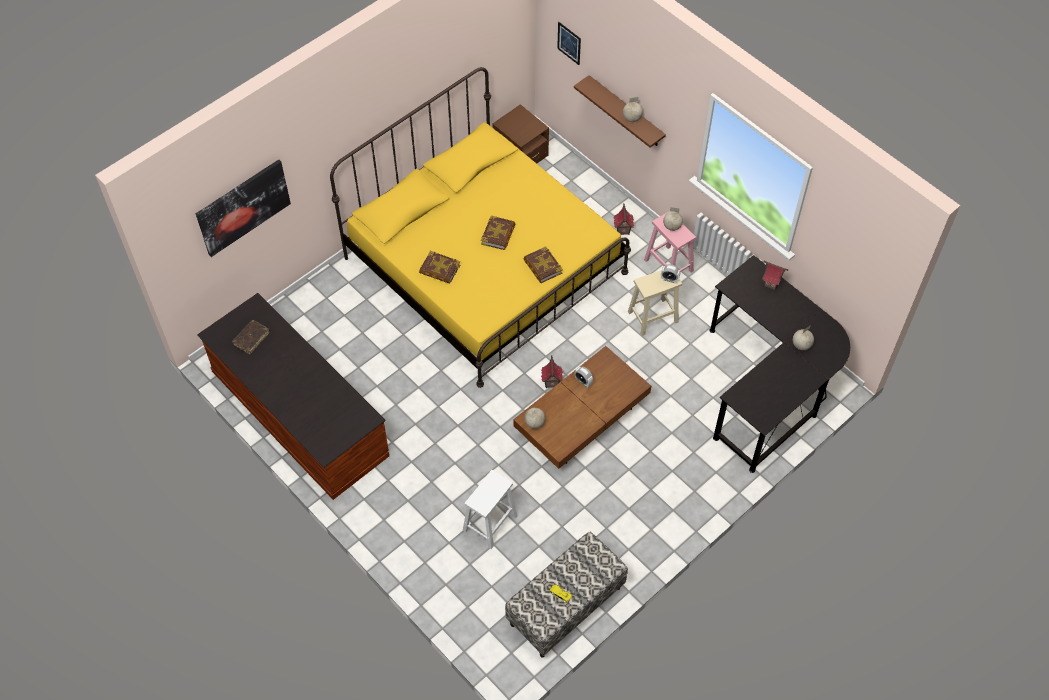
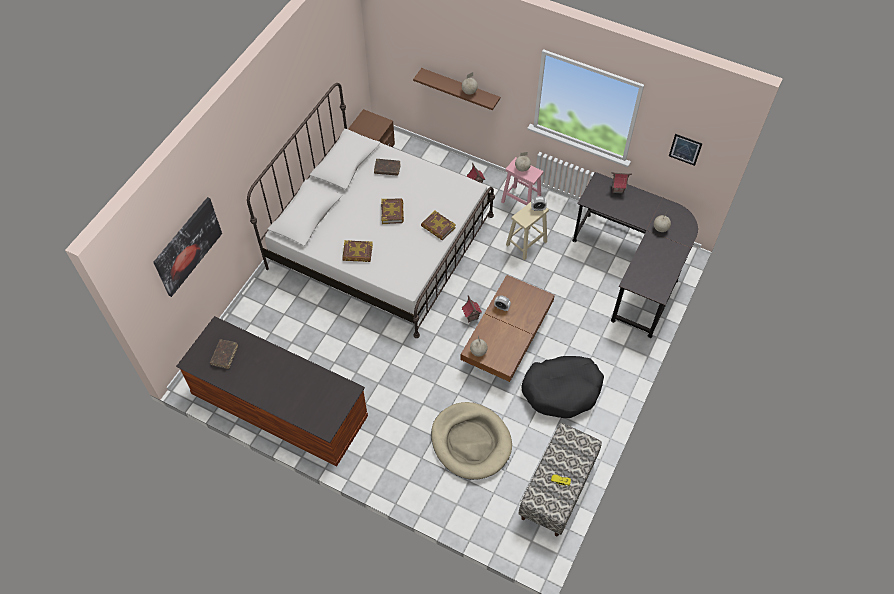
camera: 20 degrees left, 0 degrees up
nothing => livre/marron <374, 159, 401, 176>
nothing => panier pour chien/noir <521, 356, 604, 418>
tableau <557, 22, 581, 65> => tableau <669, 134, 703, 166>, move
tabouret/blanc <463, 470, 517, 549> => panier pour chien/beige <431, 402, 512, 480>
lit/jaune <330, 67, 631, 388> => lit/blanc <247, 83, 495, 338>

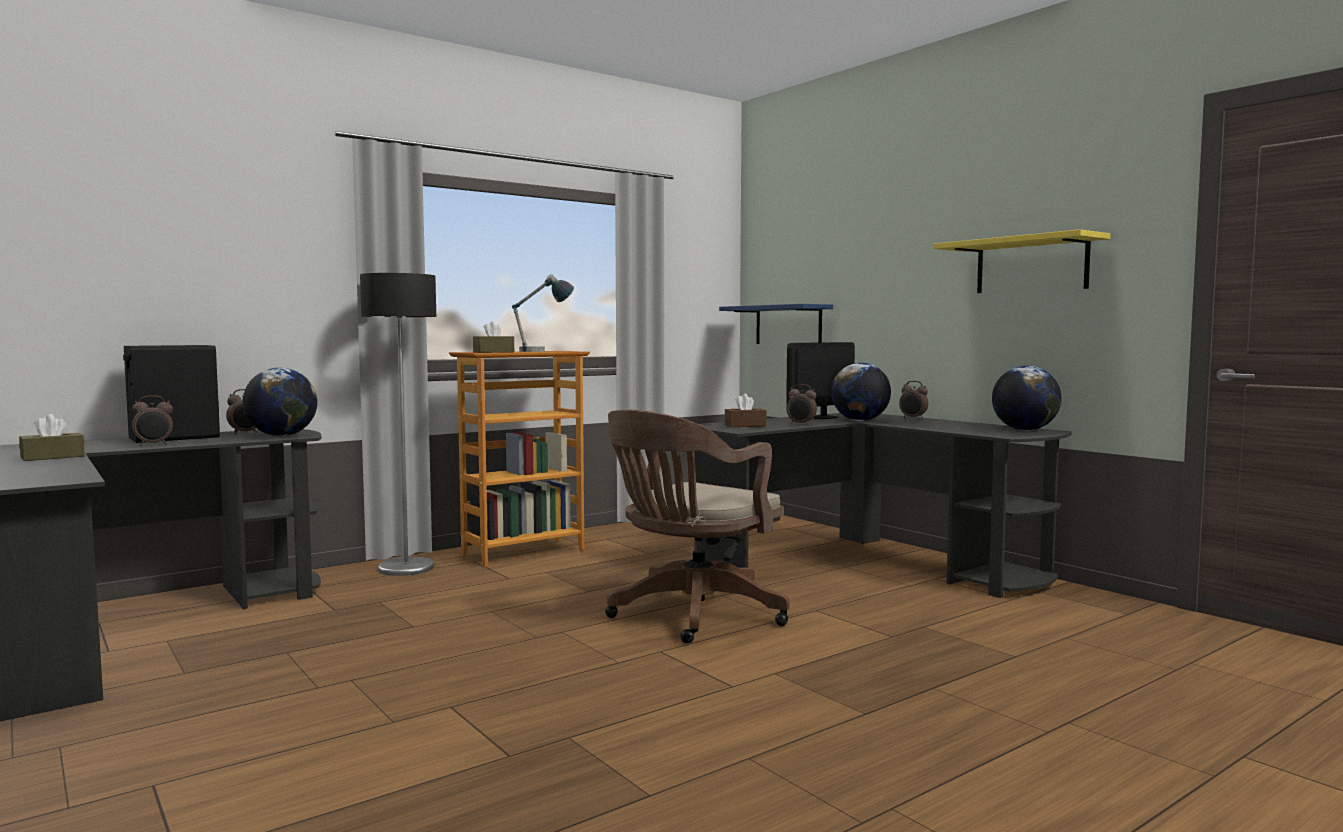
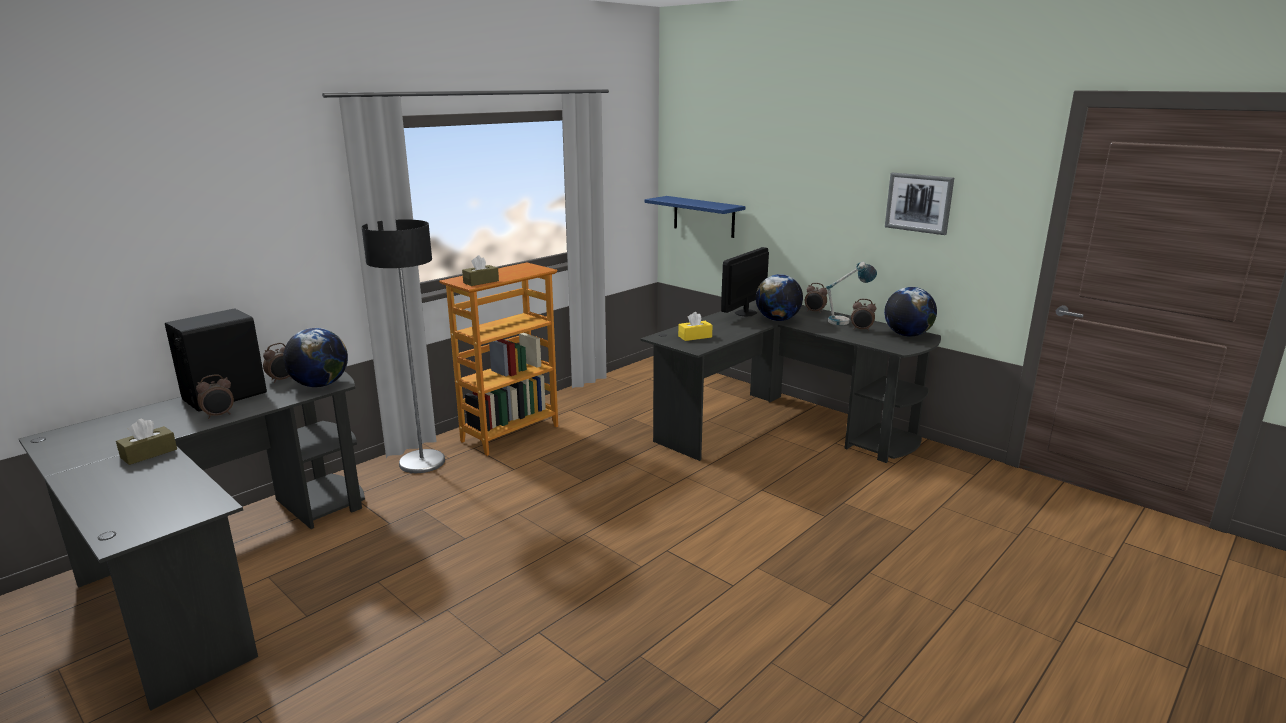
camera: 10 degrees left, 15 degrees up
chaise de bureau/marron <605, 410, 790, 644> => nothing
lampe de table <512, 274, 574, 352> => lampe de table <826, 262, 877, 325>, move
réveil <786, 384, 817, 425> => réveil <851, 299, 876, 331>, move
étagère/jaune <933, 229, 1111, 293> => tableau <885, 173, 954, 235>
boîte à mouchoirs/marron <725, 394, 766, 427> => boîte à mouchoirs/jaune <678, 312, 713, 341>

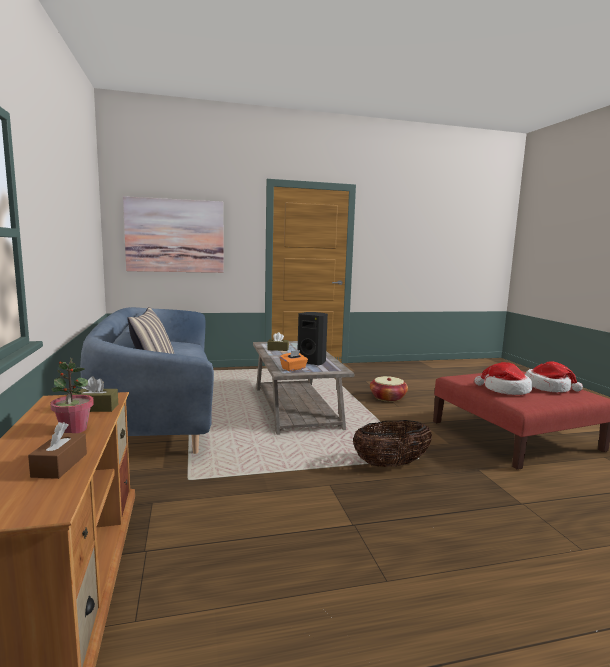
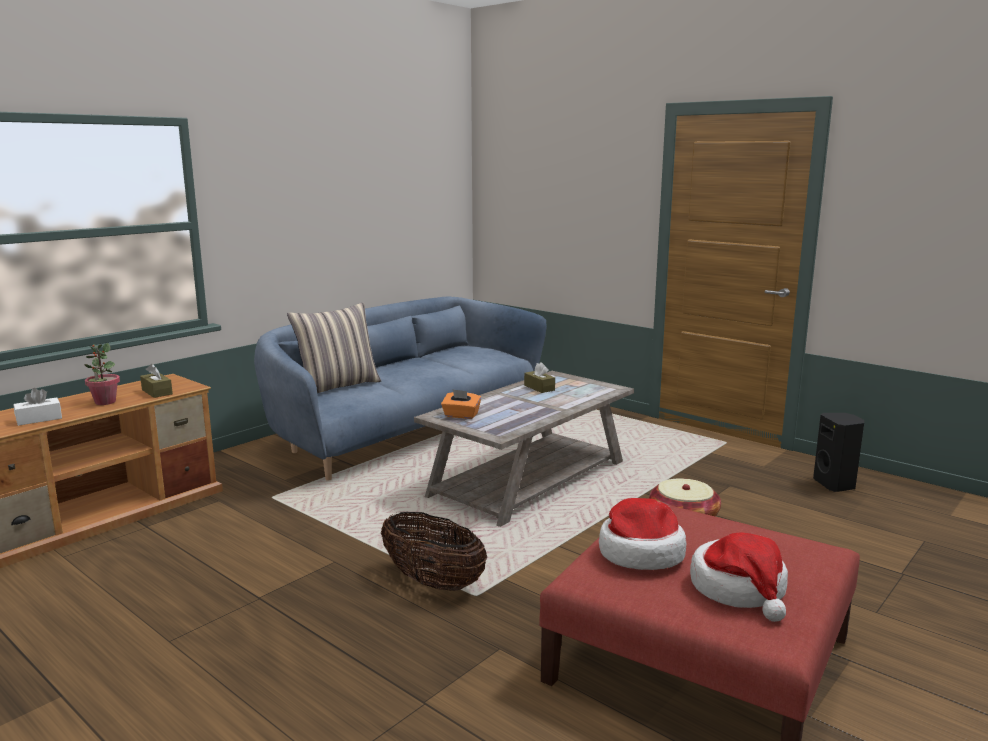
camera: 55 degrees right, 5 degrees up
tableau <123, 196, 224, 273> => nothing
enceinte/noir <298, 312, 328, 366> => enceinte/noir <813, 413, 864, 492>, move
boîte à mouchoirs/marron <28, 422, 87, 479> => boîte à mouchoirs/blanc <13, 388, 62, 426>

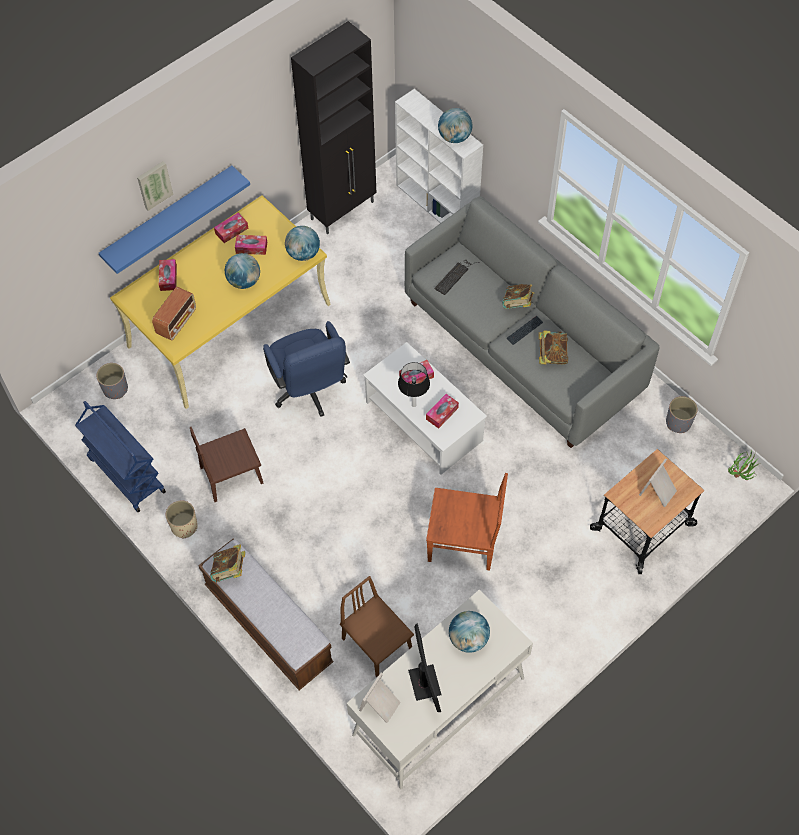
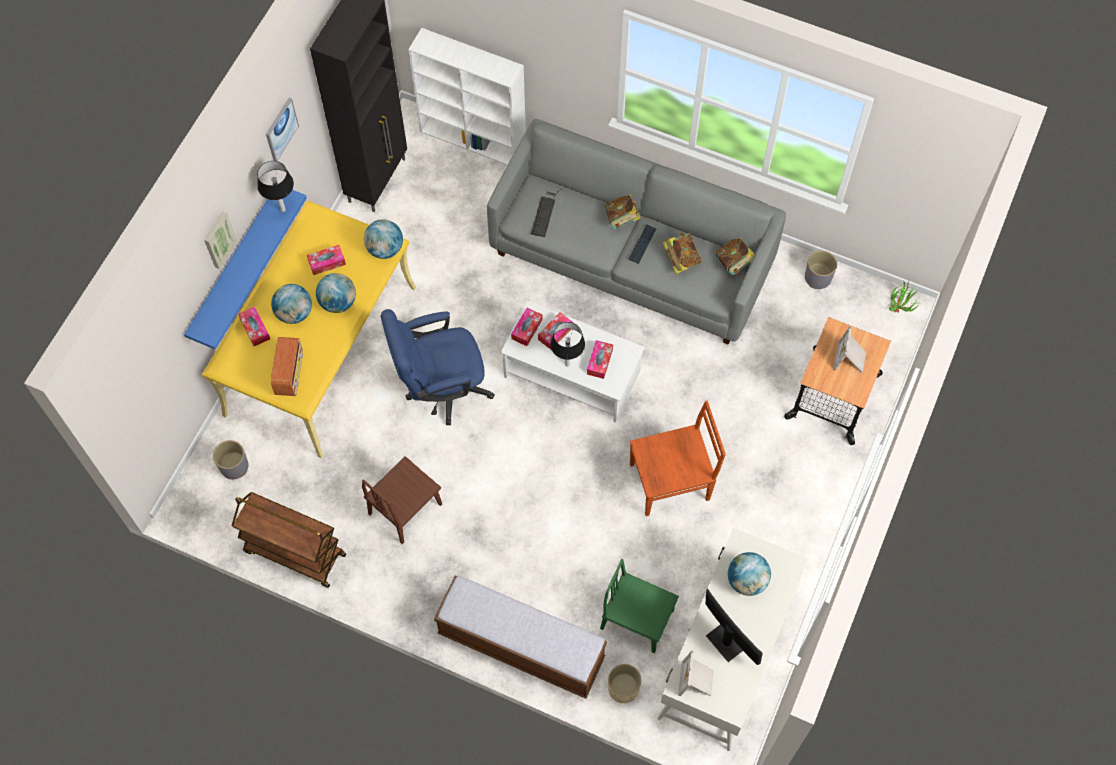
camera: 25 degrees left, 5 degrees up
nothing => lampe de table <257, 161, 294, 212>
nothing => tableau <266, 98, 299, 161>
cache-pot/beige <166, 500, 198, 538> => cache-pot/beige <608, 664, 641, 703>, move
livre <210, 544, 246, 583> => livre <716, 238, 754, 275>, move
boîte à mouchoirs <214, 213, 248, 243> => boîte à mouchoirs <511, 308, 543, 346>, move
globe <438, 108, 473, 143> => globe <271, 284, 312, 324>, move
chariot/bleu <75, 401, 166, 512> => chariot/marron <232, 492, 346, 588>
chaise/marron <340, 576, 414, 678> => chaise/vert <600, 559, 679, 653>
chaise de bureau/bleu <263, 321, 350, 417> => chaise de bureau/bleu <380, 309, 495, 425>, 120 degrees clockwise

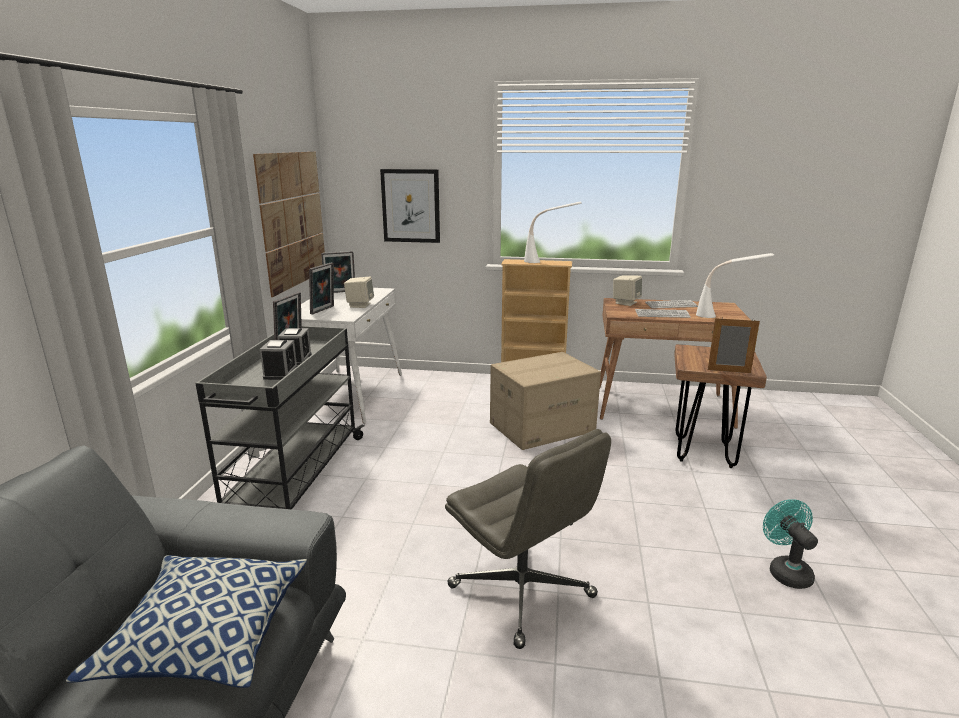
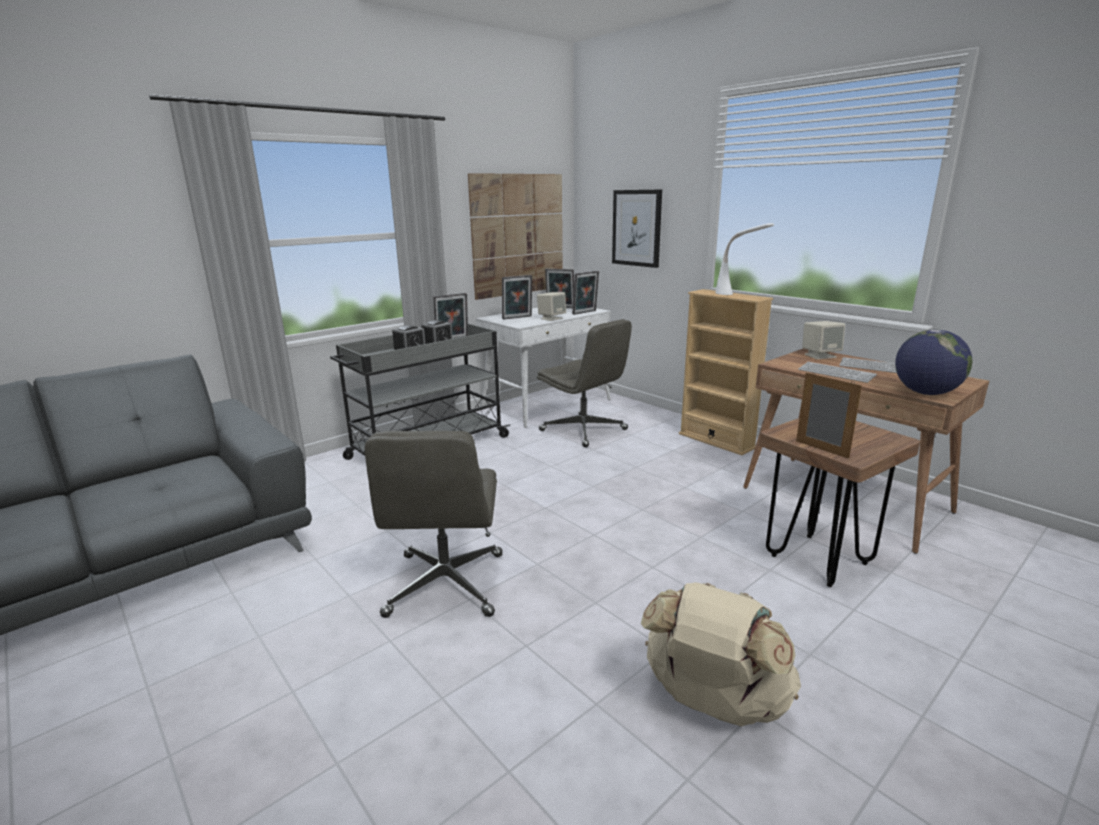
camera: 40 degrees right, 0 degrees up
coussin <66, 555, 307, 688> => nothing
carton <490, 352, 601, 450> => nothing
nothing => chaise de bureau/gris <537, 319, 632, 447>
nothing => cadre photo <572, 271, 599, 315>
lampe de table/blanc <696, 253, 774, 318> => globe <895, 329, 973, 395>
ventilateur/turquoise <763, 499, 818, 589> => sac à dos/beige <641, 583, 801, 726>

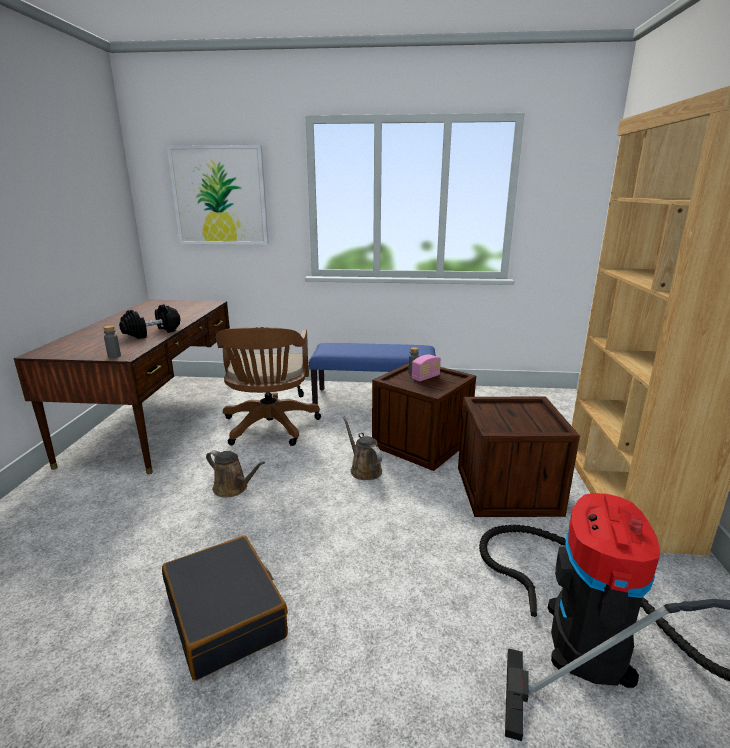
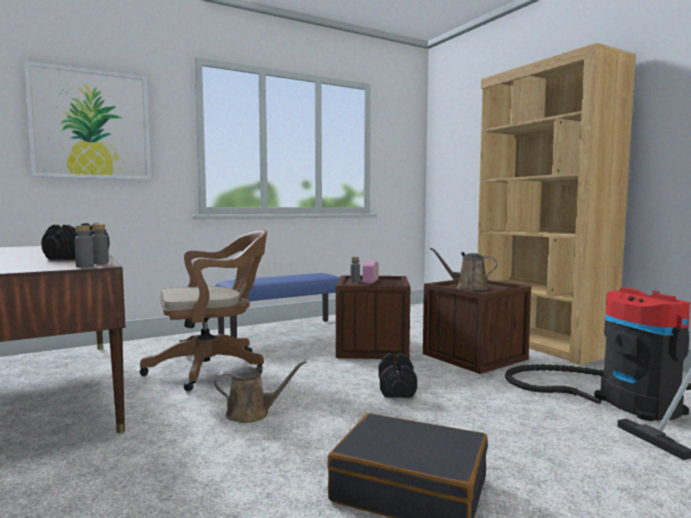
camera: 35 degrees left, 15 degrees down
nothing => bouteille/gris <91, 224, 109, 264>
nothing => haltère/noir <378, 353, 417, 398>
arrosoir/marron <343, 417, 382, 480> => arrosoir/marron <430, 248, 498, 291>, move
chaise de bureau/marron <216, 327, 321, 446> => chaise de bureau/marron <140, 230, 267, 391>, 75 degrees counterclockwise

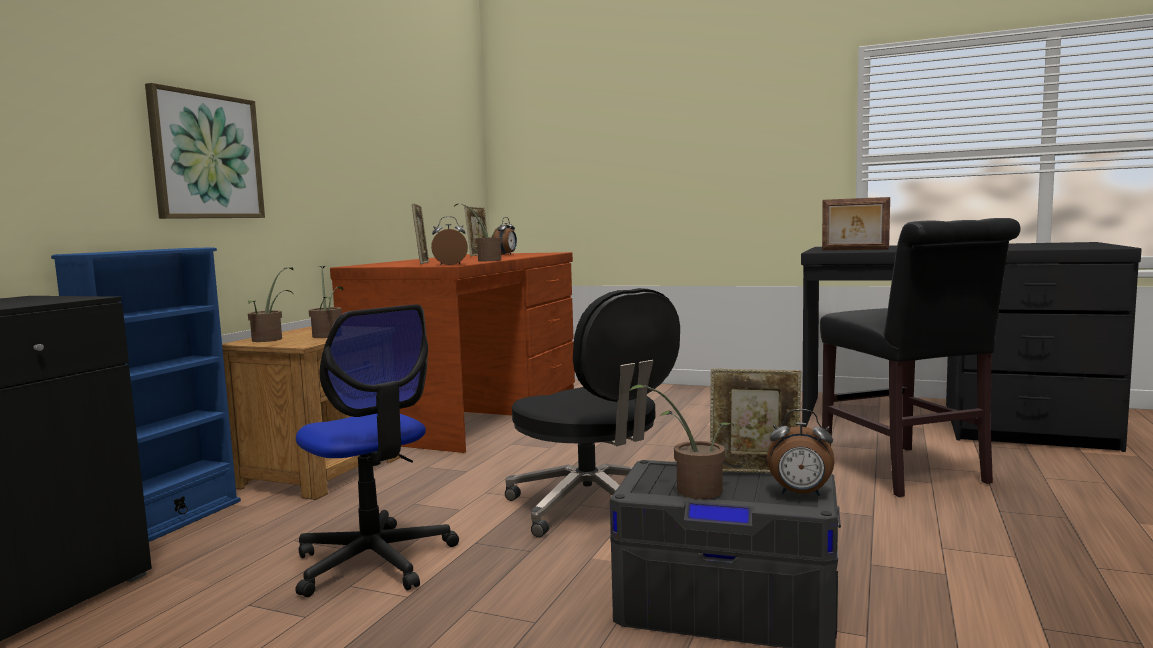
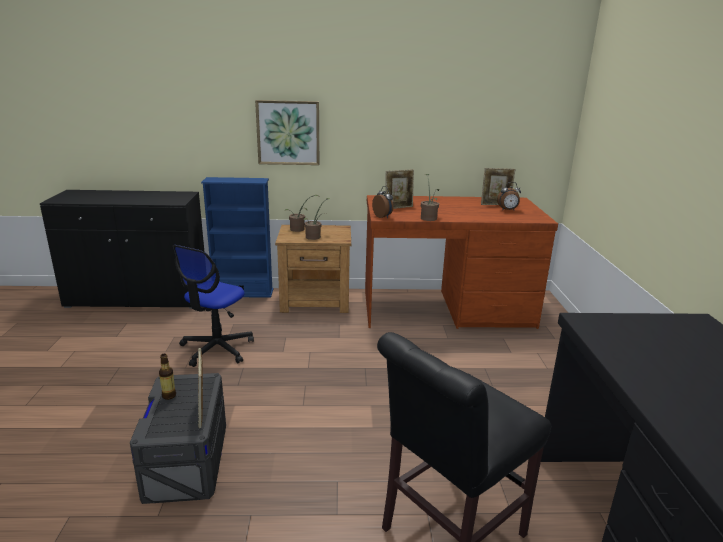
camera: 65 degrees right, 15 degrees up
chaise de bureau/noir <505, 288, 680, 538> => nothing
réveil <767, 409, 835, 496> => nothing
cadre photo <822, 197, 890, 250> => nothing
plante en pot <629, 385, 734, 499> => bouteille <159, 354, 176, 400>

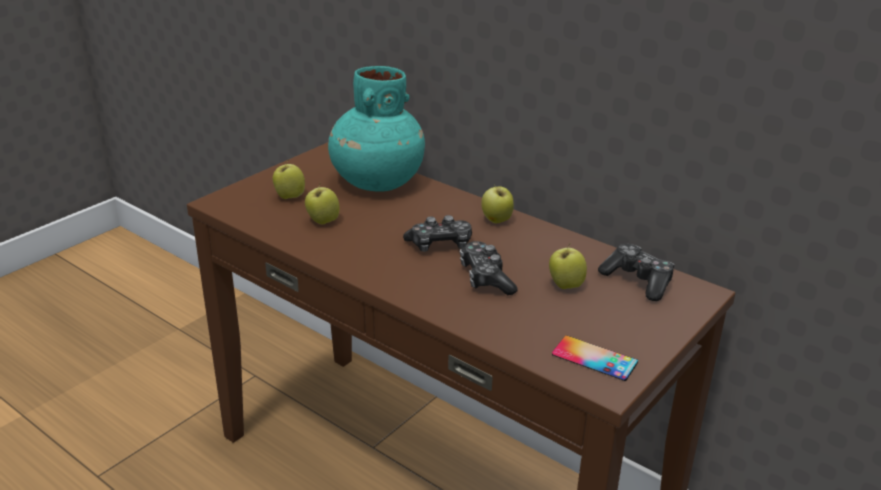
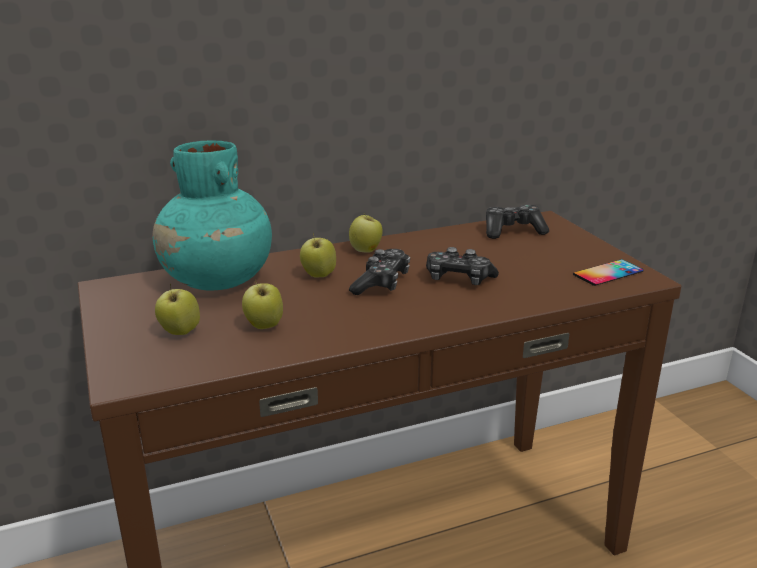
camera: 60 degrees left, 5 degrees down
pomme <549, 243, 587, 289> => pomme <300, 233, 336, 277>, move

